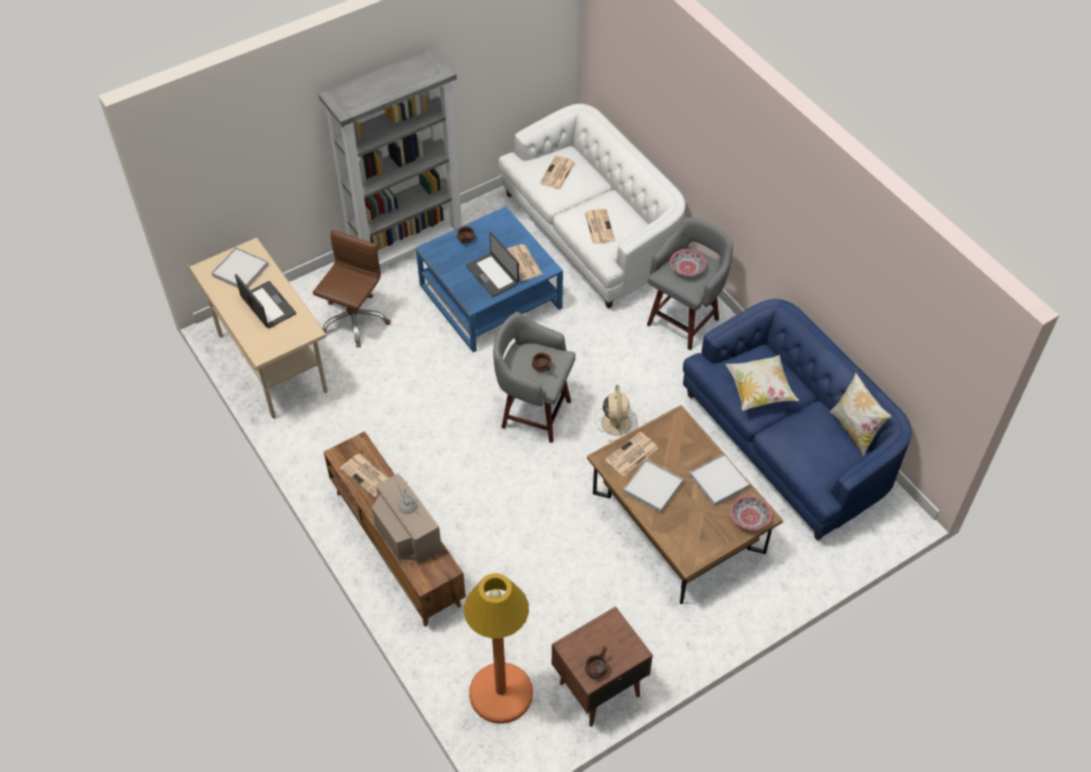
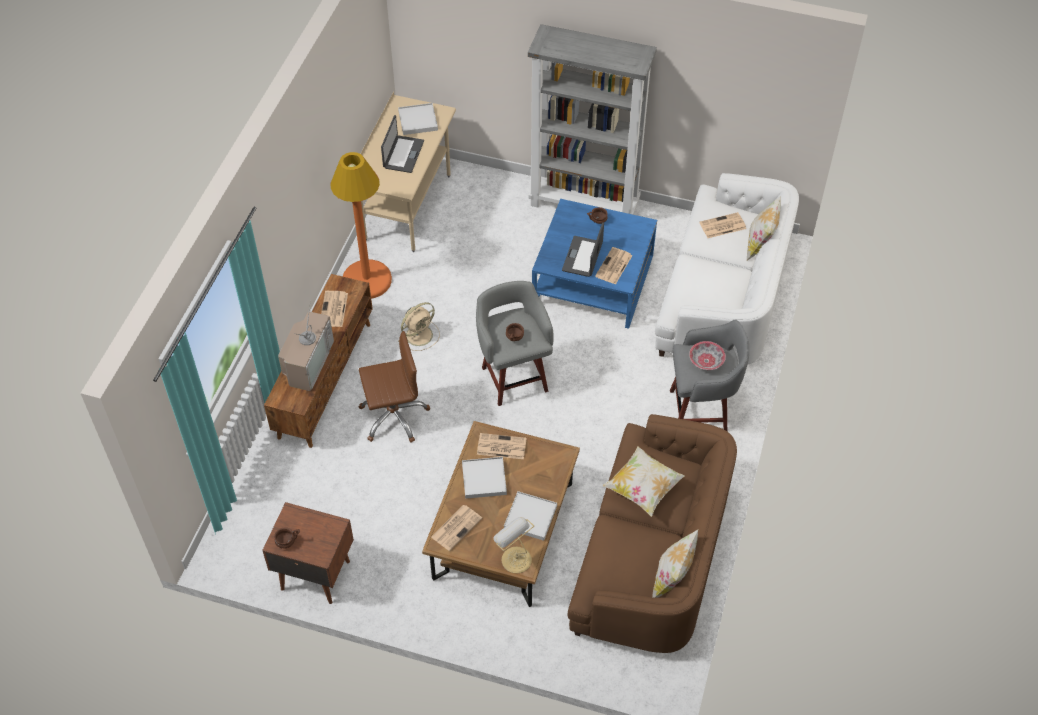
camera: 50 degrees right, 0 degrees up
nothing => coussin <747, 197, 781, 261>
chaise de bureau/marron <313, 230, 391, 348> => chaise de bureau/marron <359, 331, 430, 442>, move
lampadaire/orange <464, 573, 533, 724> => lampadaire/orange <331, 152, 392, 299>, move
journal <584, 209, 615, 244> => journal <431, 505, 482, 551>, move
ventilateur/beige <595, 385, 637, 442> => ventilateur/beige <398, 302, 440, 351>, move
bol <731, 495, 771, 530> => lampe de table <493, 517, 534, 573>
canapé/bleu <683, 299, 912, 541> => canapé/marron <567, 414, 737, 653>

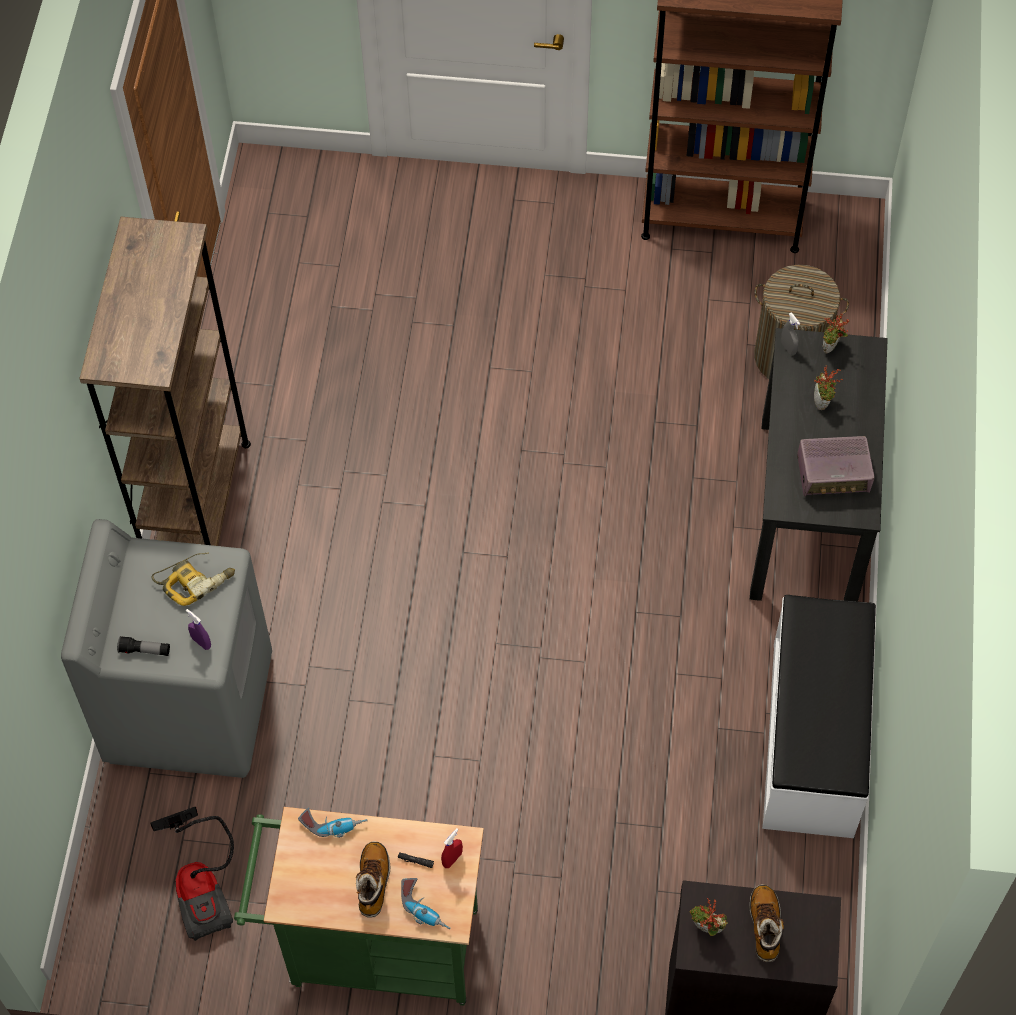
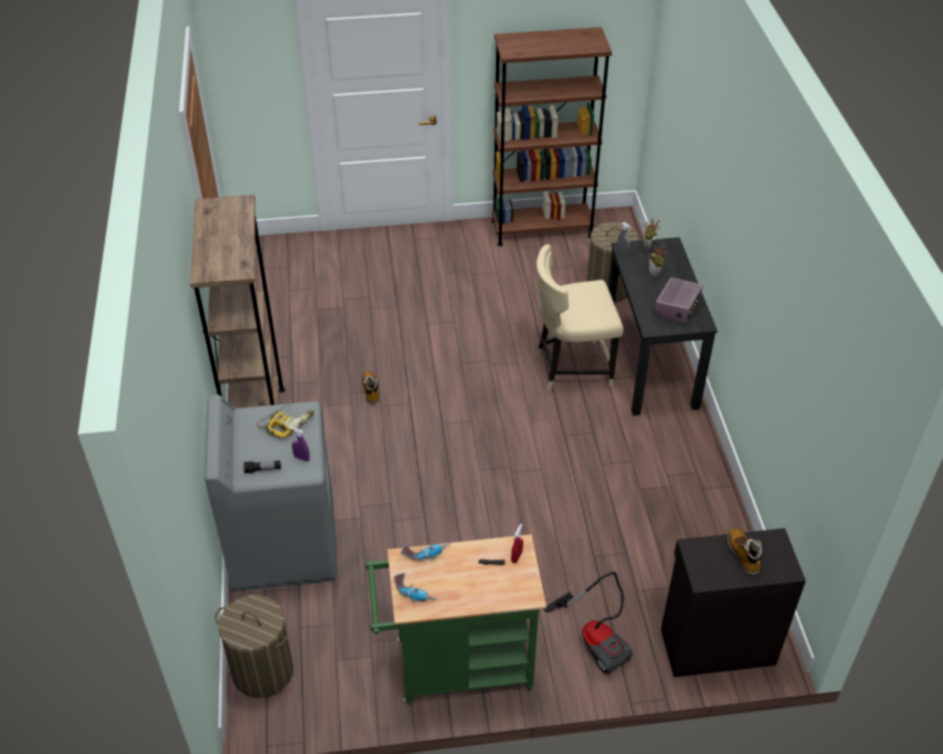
camera: 15 degrees left, 15 degrees down
plante en pot <690, 898, 728, 936> => nothing
banc/blanc <762, 595, 876, 838> => nothing
nothing => panier à linge <215, 595, 294, 698>
nothing => chaise/beige <536, 244, 623, 390>
aspirateur <150, 807, 234, 941> => aspirateur <544, 572, 633, 675>, move
botte <356, 841, 391, 918> => botte <362, 371, 379, 405>, move
perceuse <401, 878, 451, 930> => perceuse <394, 573, 437, 601>, move
radio <797, 436, 875, 497> => radio <654, 277, 703, 324>, 45 degrees counterclockwise

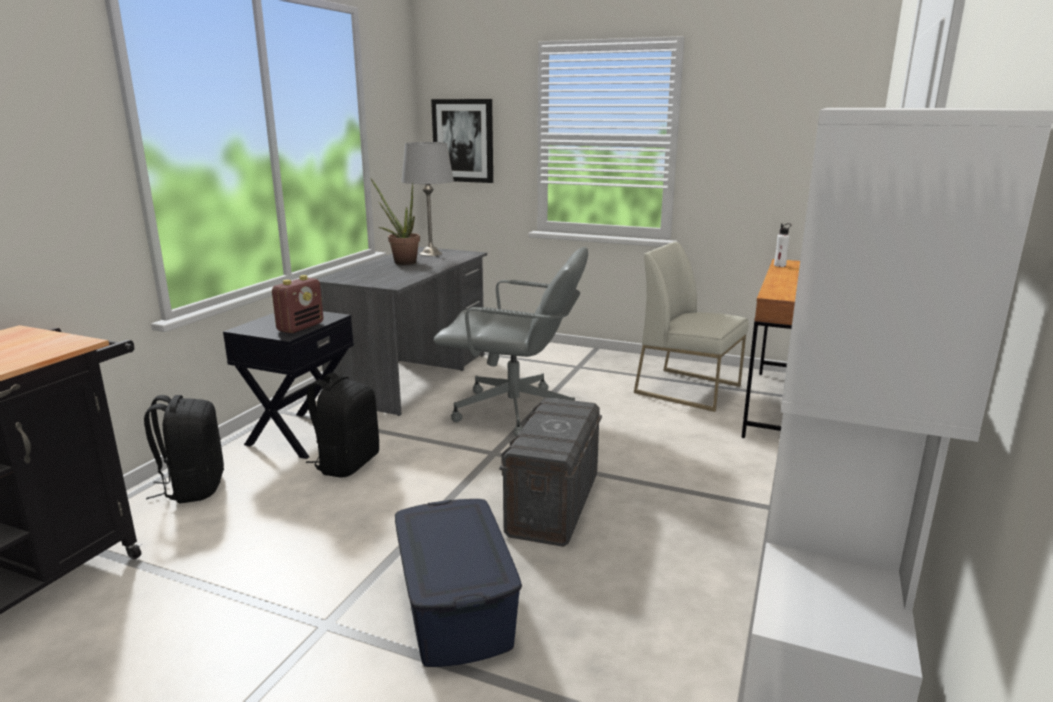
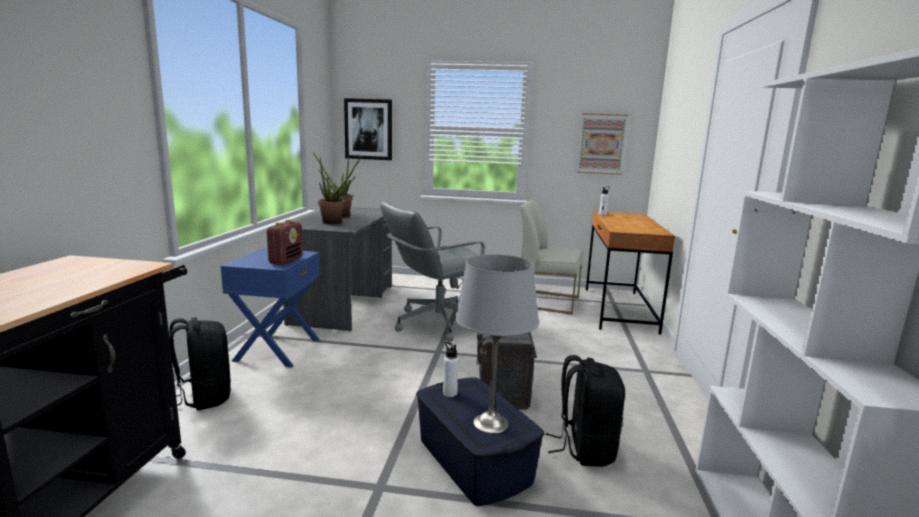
camera: 15 degrees left, 5 degrees down
nothing => plante en pot <318, 156, 362, 224>
nothing => bouteille/blanc <443, 342, 459, 397>
nothing => tableau <577, 113, 628, 175>
sac à dos/noir <306, 373, 379, 478> => sac à dos/noir <546, 355, 625, 467>, move
lampe de table/gris <401, 142, 454, 256> => lampe de table/gris <455, 254, 539, 434>, move
table de chevet/noir <223, 311, 354, 459> => table de chevet/bleu <221, 248, 320, 368>
chaise de bureau/gris <434, 247, 588, 437> => chaise de bureau/gris <380, 202, 485, 342>, 150 degrees clockwise

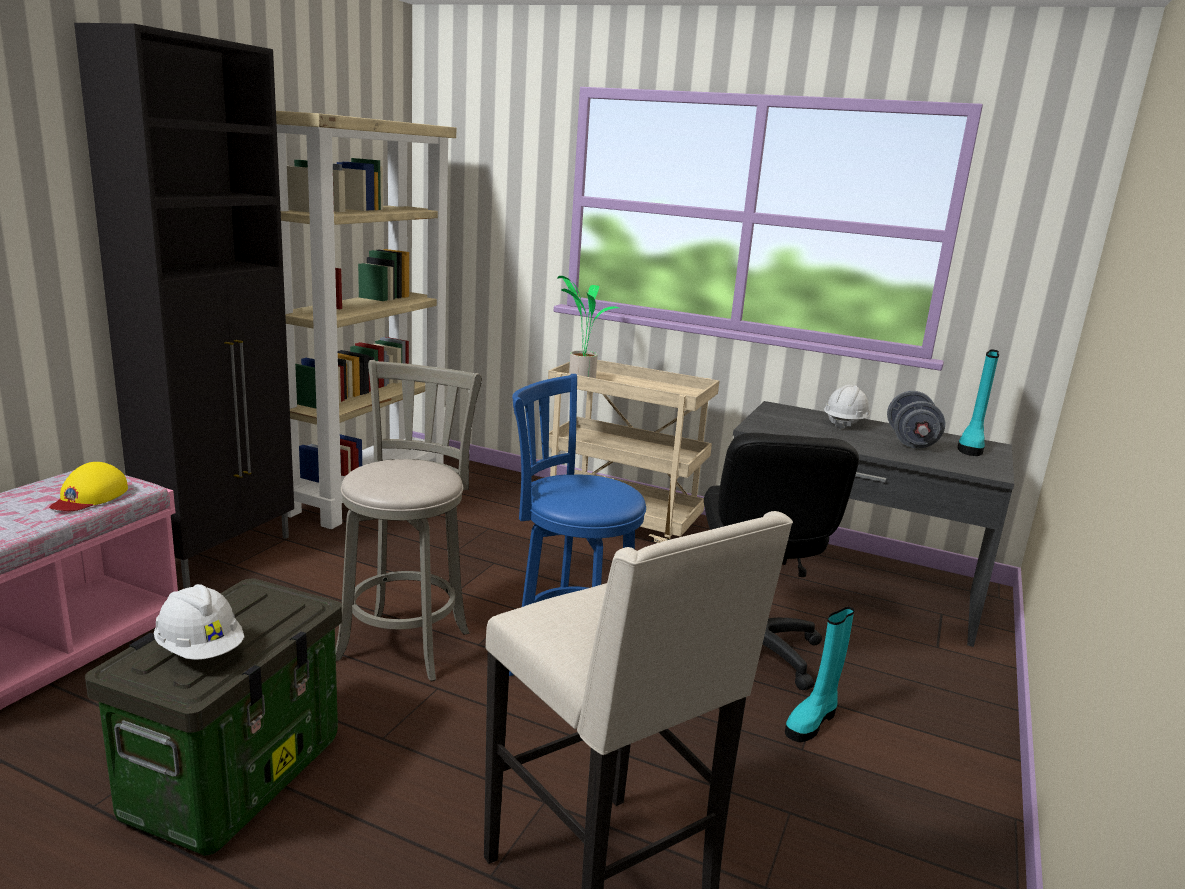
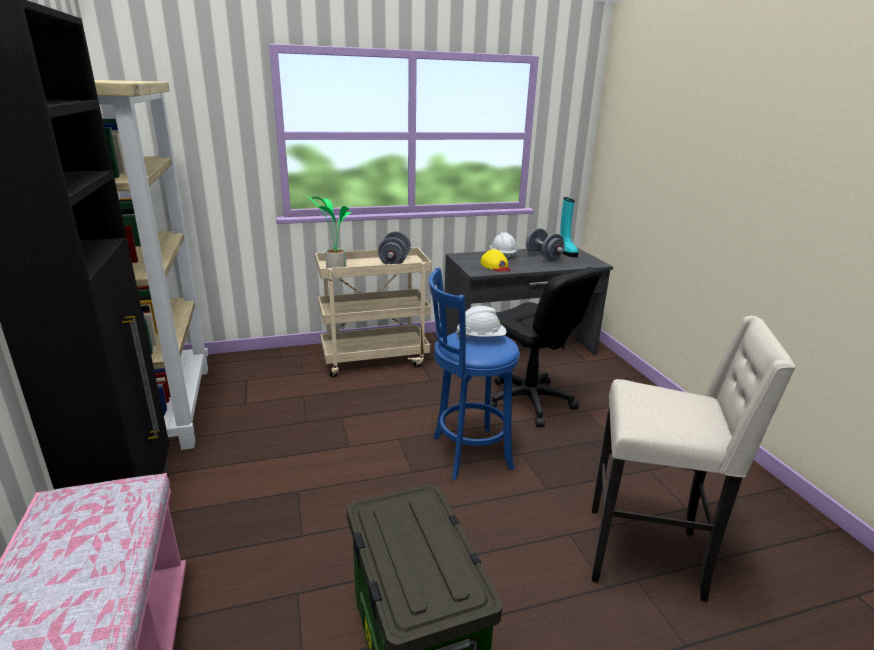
camera: 40 degrees left, 5 degrees up
tabouret/gris <335, 360, 482, 682> => nothing
botte/turquoise <785, 607, 855, 742> => nothing
nothing => haltère/gris <378, 231, 411, 264>
casquette/jaune <49, 462, 128, 511> => casquette/jaune <481, 249, 511, 272>, move
casque de chantier/blanc <154, 584, 244, 660> => casque de chantier/blanc <456, 306, 507, 338>, move

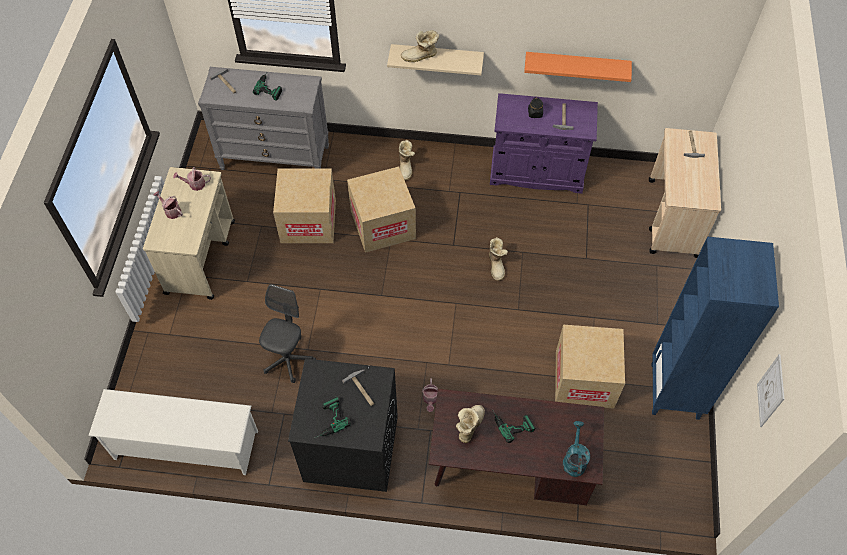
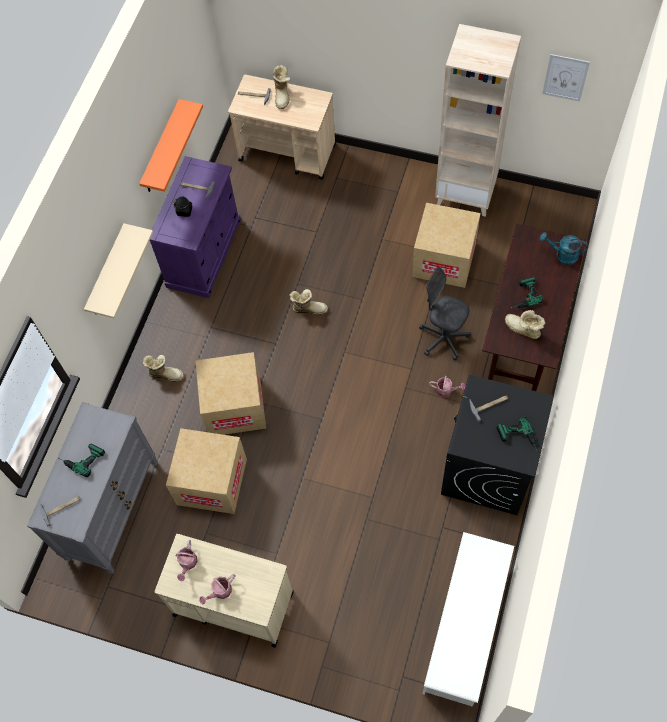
camera: 75 degrees left, 5 degrees up
chaise de bureau/gris <259, 284, 316, 383> => chaise de bureau/gris <419, 267, 471, 360>, move
botte <401, 30, 439, 62> => botte <273, 65, 291, 109>, move
bibliothèque/bleu <651, 237, 779, 420> => bibliothèque/beige <435, 24, 521, 217>

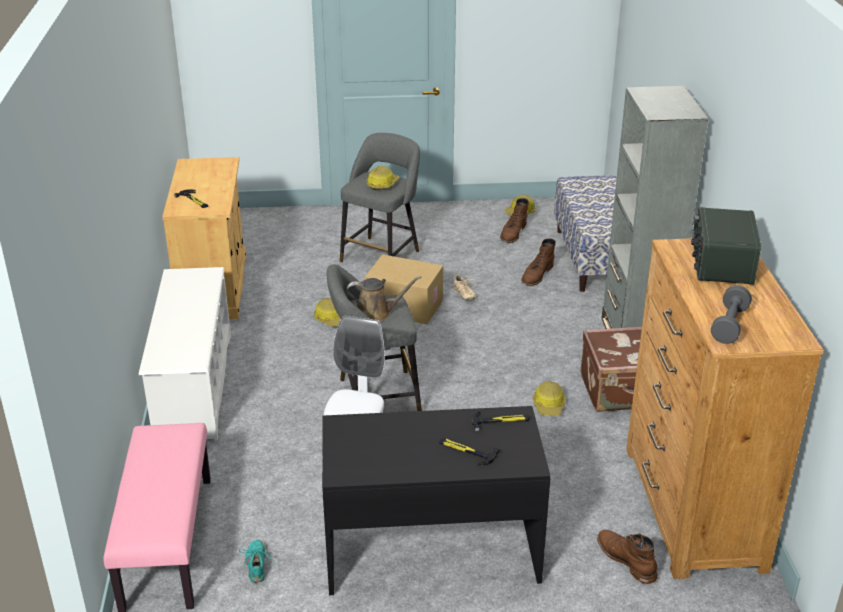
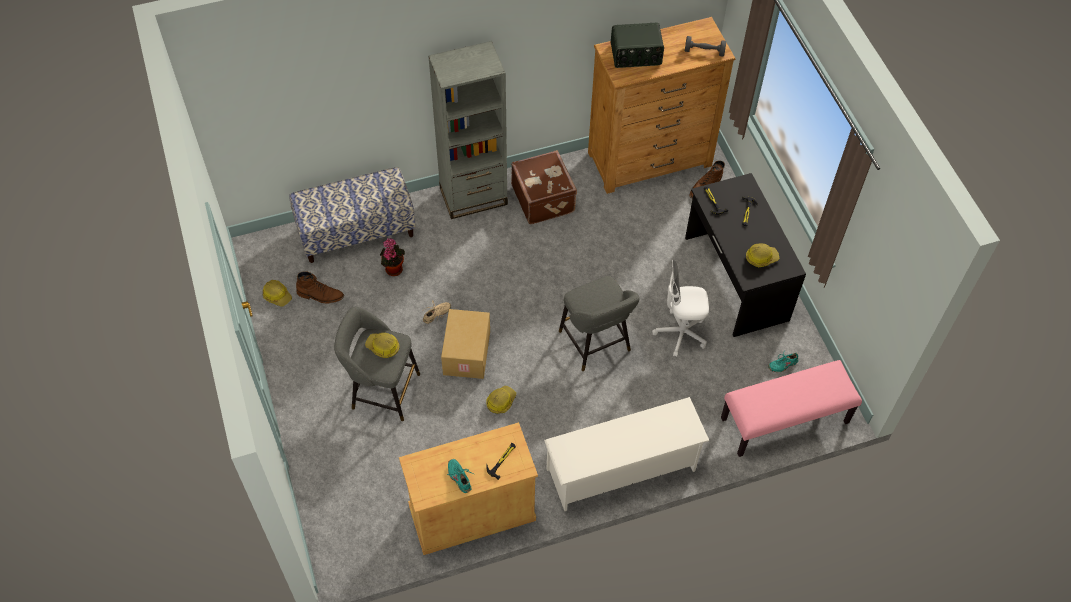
camera: 105 degrees left, 25 degrees up
arrosoir/marron <347, 276, 422, 322> => nothing
nothing => chaussure/turquoise <447, 459, 473, 493>
casque de chantier <533, 381, 565, 416> => casque de chantier <746, 243, 780, 267>, move
botte/marron <521, 238, 556, 286> => plante en pot <380, 238, 405, 276>

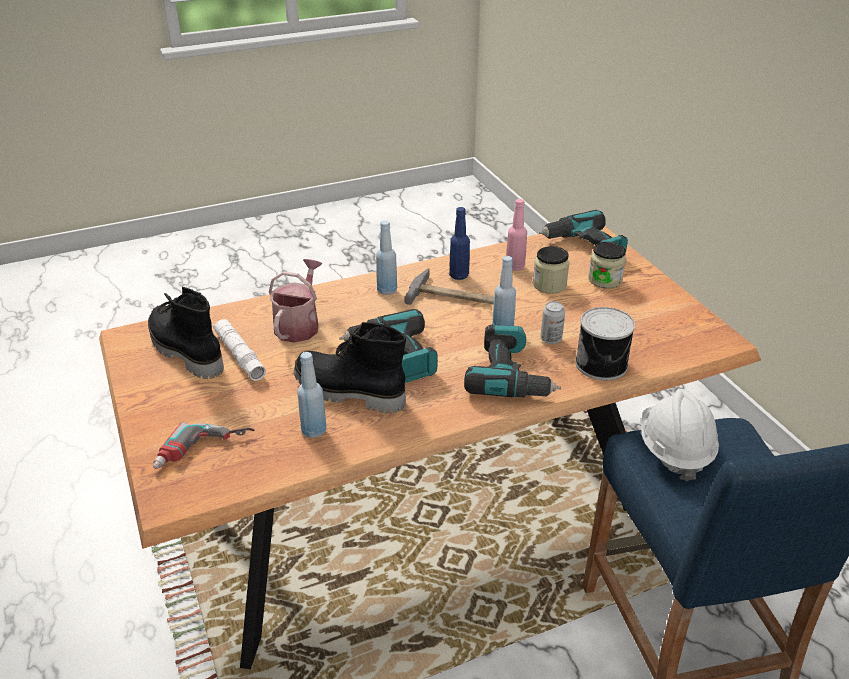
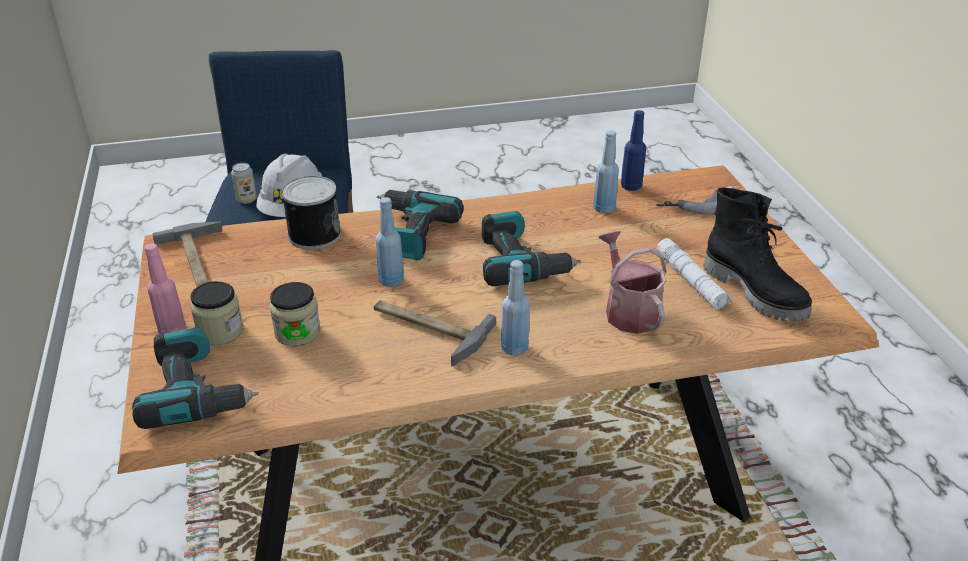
camera: 170 degrees left, 0 degrees up
botte/noir <294, 322, 406, 413> => nothing
nothing => marteau <153, 221, 222, 287>
bouteille/bleu <449, 207, 470, 280> => bouteille/bleu <621, 110, 646, 191>, move
bouteille/rose <506, 199, 527, 271> => bouteille/rose <144, 243, 185, 334>, move
boîte métallique <541, 301, 565, 344> => boîte métallique <231, 163, 257, 204>, move
arrosoir <269, 259, 322, 343> => arrosoir <598, 231, 667, 334>, 135 degrees clockwise

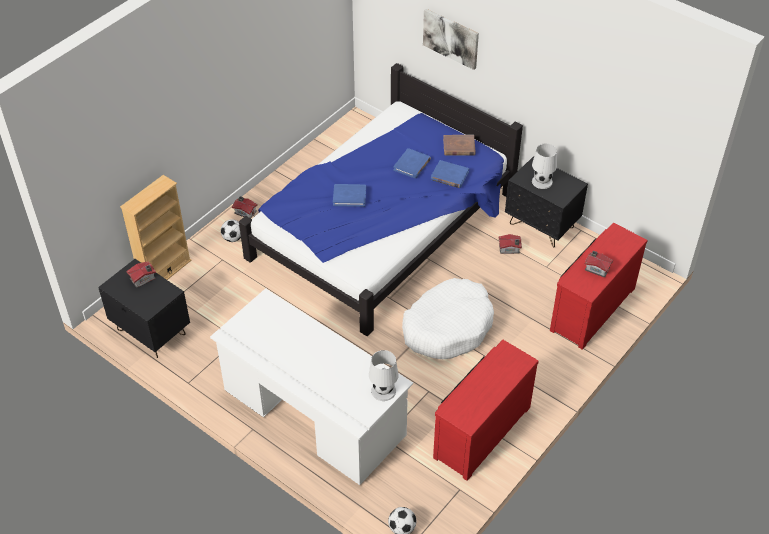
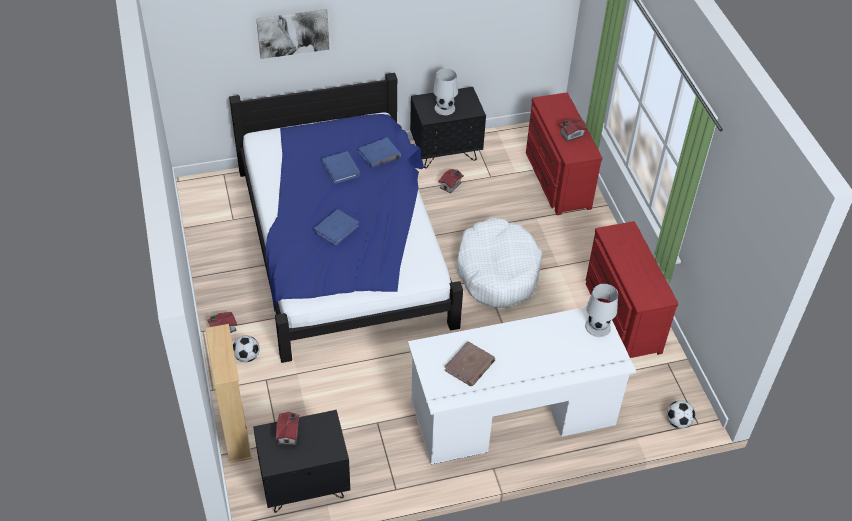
camera: 55 degrees left, 0 degrees up
livre/marron <443, 135, 475, 156> => livre/marron <445, 341, 495, 386>, move

